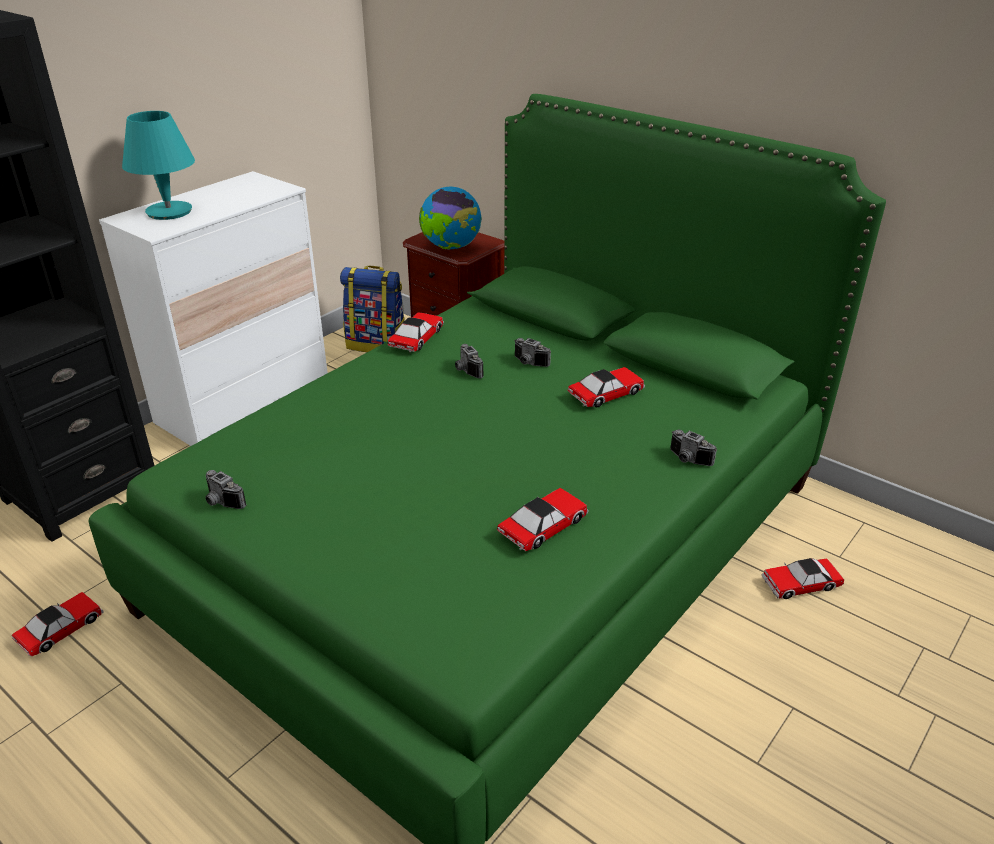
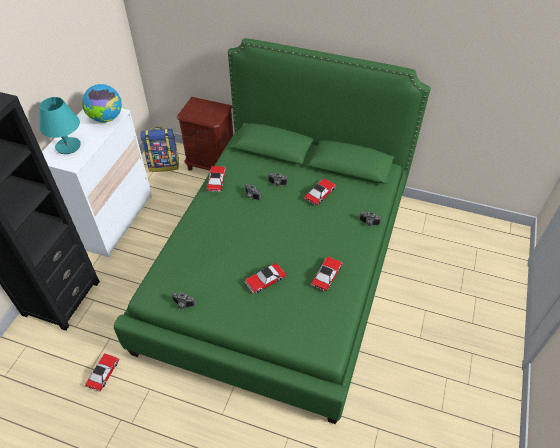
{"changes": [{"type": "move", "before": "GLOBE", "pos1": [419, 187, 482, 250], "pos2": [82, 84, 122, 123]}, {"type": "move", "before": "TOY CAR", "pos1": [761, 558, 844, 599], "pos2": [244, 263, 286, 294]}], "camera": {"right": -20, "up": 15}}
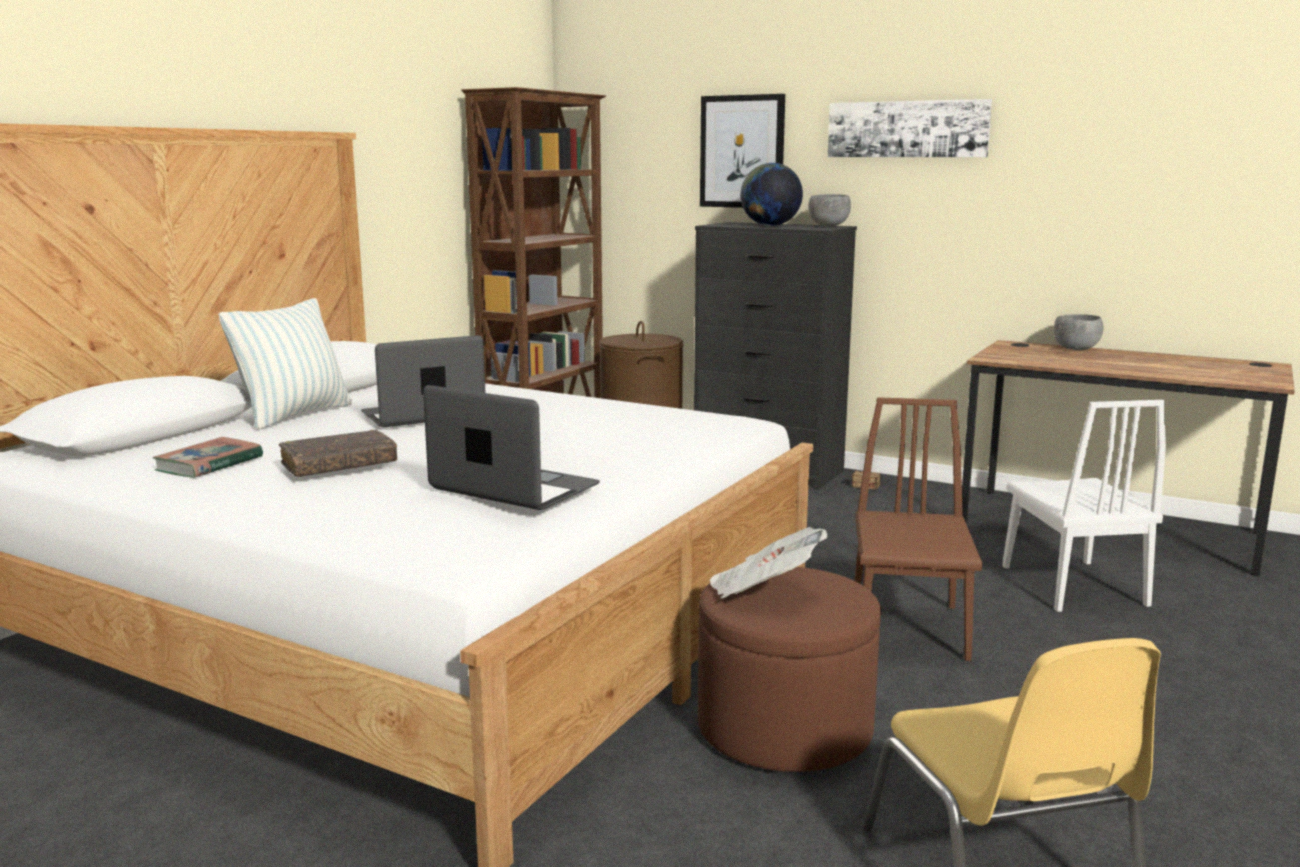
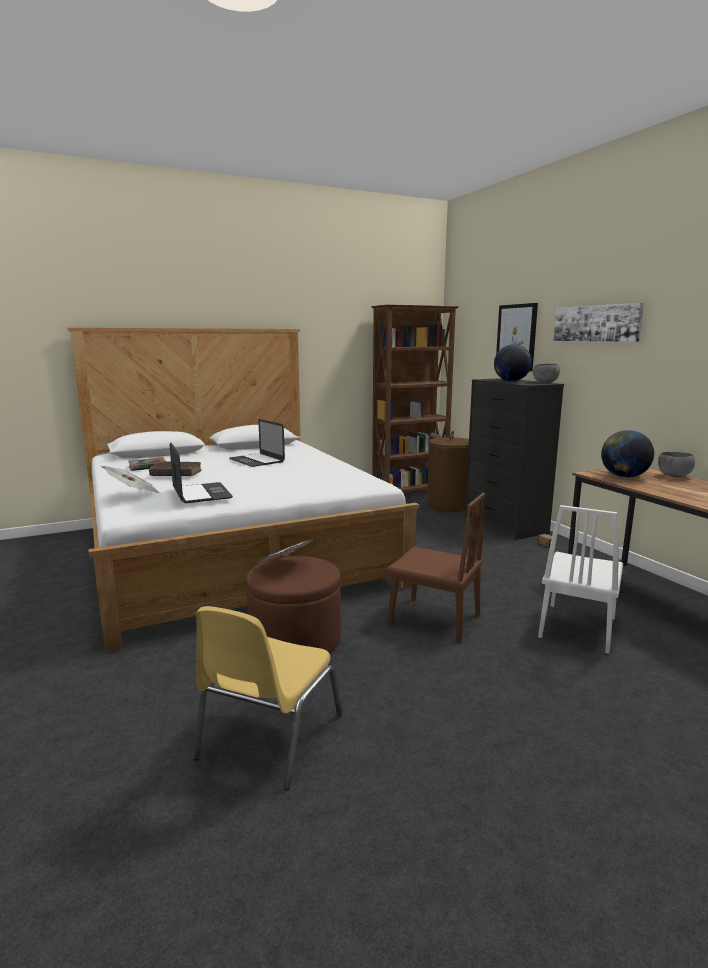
{"changes": [{"type": "delete", "before": "PILLOW", "pos1": [219, 298, 352, 430]}, {"type": "rotate", "before": "LAPTOP", "pos1": [361, 335, 485, 427], "pos2": [229, 419, 285, 467], "turn": -135}, {"type": "rotate", "before": "BROWN CHAIR", "pos1": [855, 397, 982, 661], "pos2": [387, 493, 485, 642], "turn": 75}, {"type": "insert", "after": "NEWSPAPER", "pos2": [100, 466, 160, 493]}, {"type": "insert", "after": "GLOBE", "pos2": [601, 430, 654, 478]}], "camera": {"right": 35, "up": 0}}
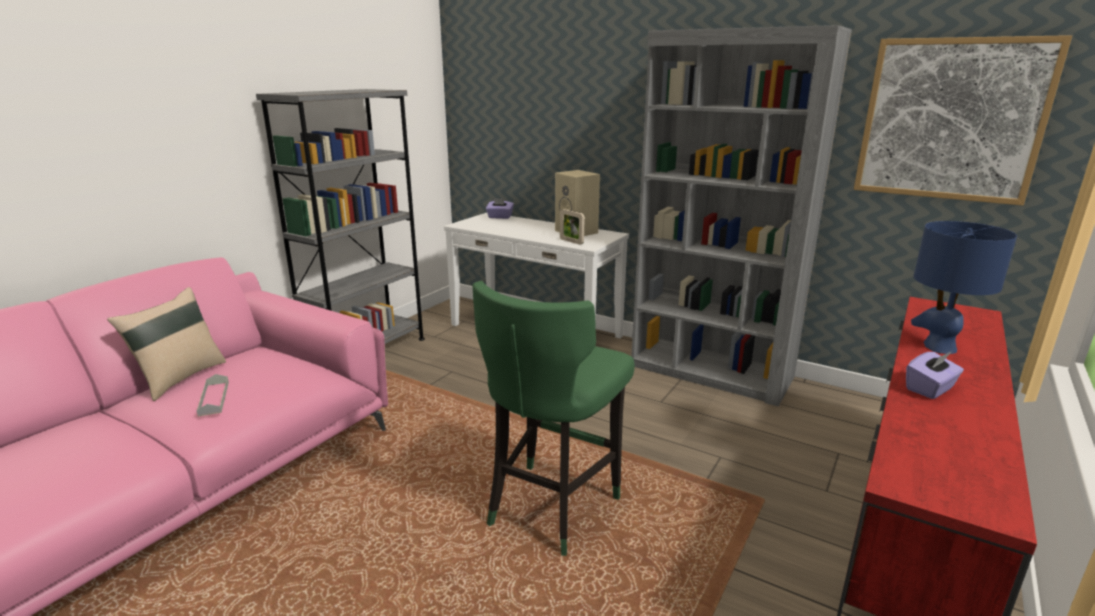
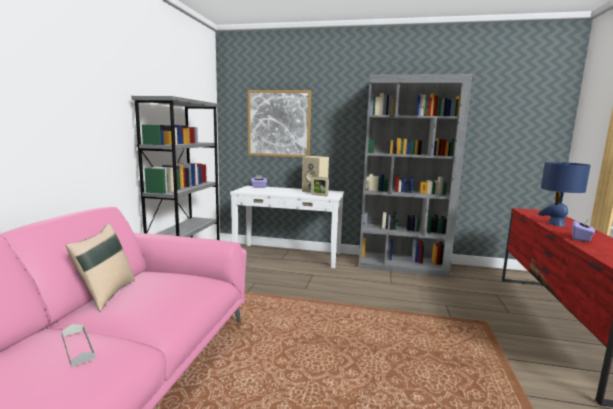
{"changes": [{"type": "move", "before": "GREY TRAY", "pos1": [196, 374, 229, 416], "pos2": [62, 324, 96, 367]}, {"type": "delete", "before": "GREEN STOOL", "pos1": [472, 281, 635, 556]}, {"type": "move", "before": "PICTURE", "pos1": [854, 35, 1072, 206], "pos2": [248, 90, 311, 157]}], "camera": {"right": -20, "up": -10}}
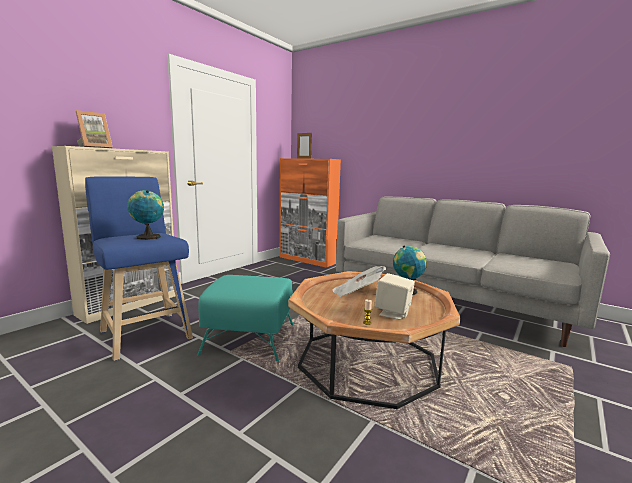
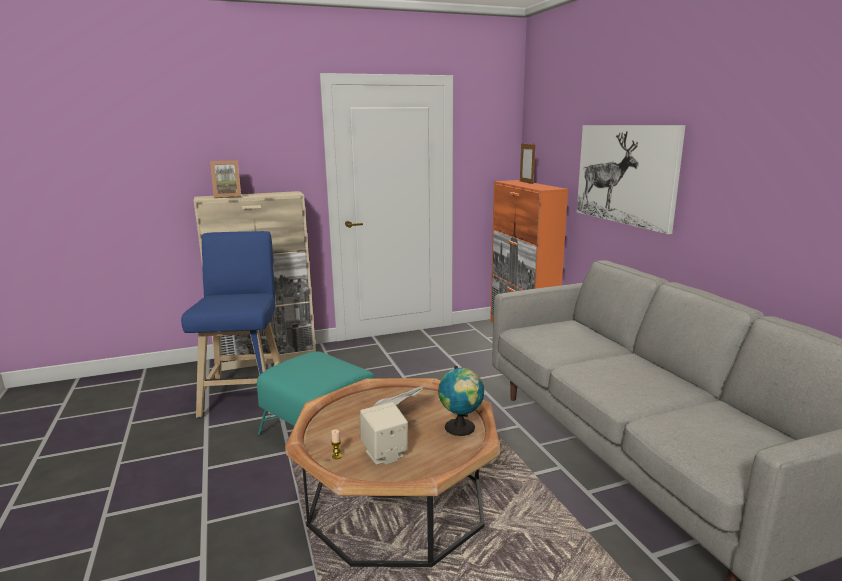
{"changes": [{"type": "delete", "before": "GLOBE", "pos1": [127, 190, 164, 240]}, {"type": "insert", "after": "PICTURE", "pos2": [577, 125, 686, 234]}], "camera": {"right": 35, "up": 5}}
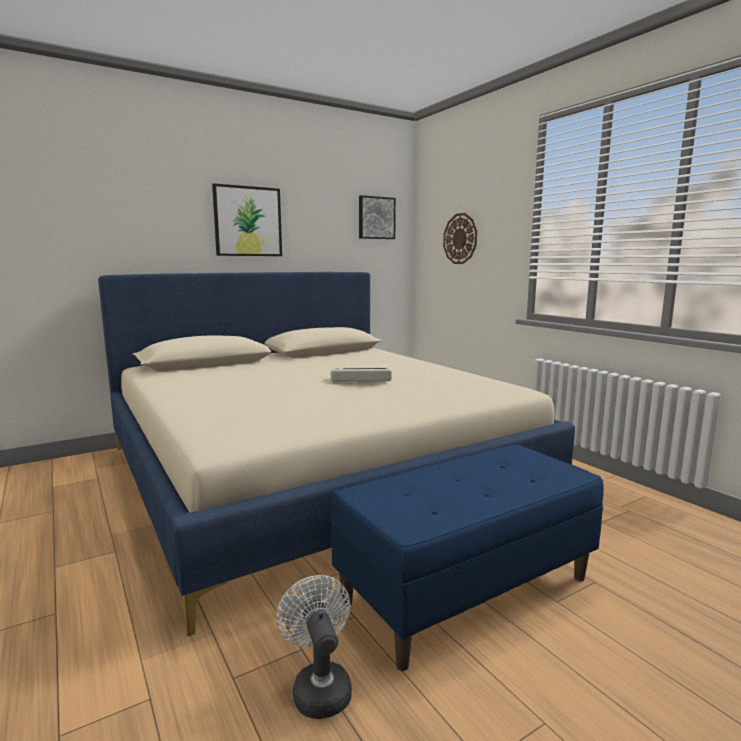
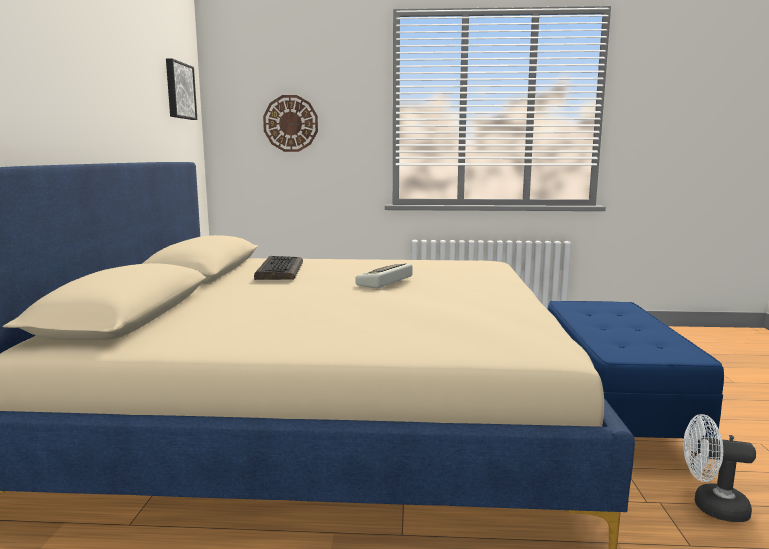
{"changes": [{"type": "delete", "before": "PICTURE", "pos1": [212, 183, 282, 256]}, {"type": "insert", "after": "KEYBOARD", "pos2": [254, 256, 303, 280]}], "camera": {"right": -55, "up": 0}}
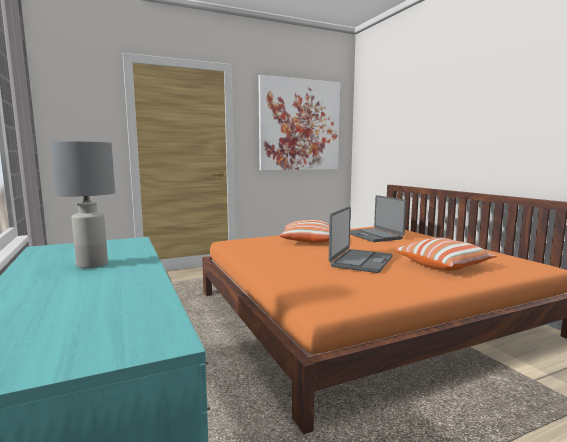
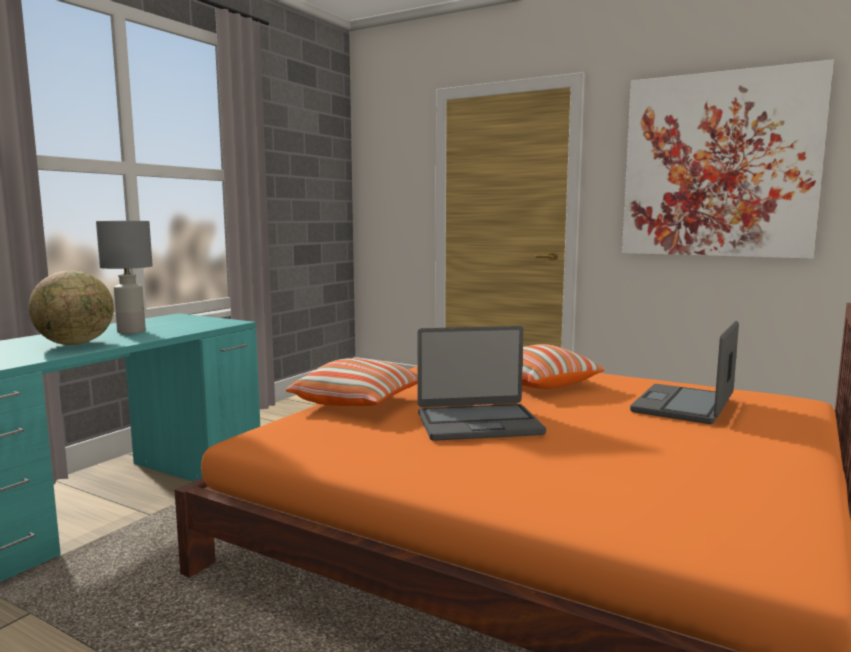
{"changes": [{"type": "move", "before": "PILLOW", "pos1": [395, 238, 497, 271], "pos2": [286, 358, 418, 406]}, {"type": "insert", "after": "GLOBE", "pos2": [28, 270, 114, 345]}], "camera": {"right": 55, "up": 0}}
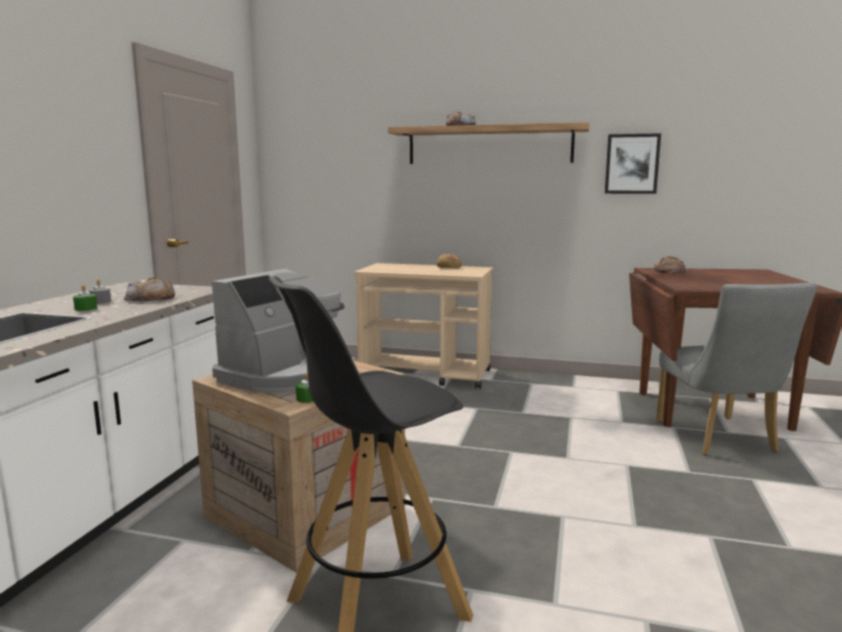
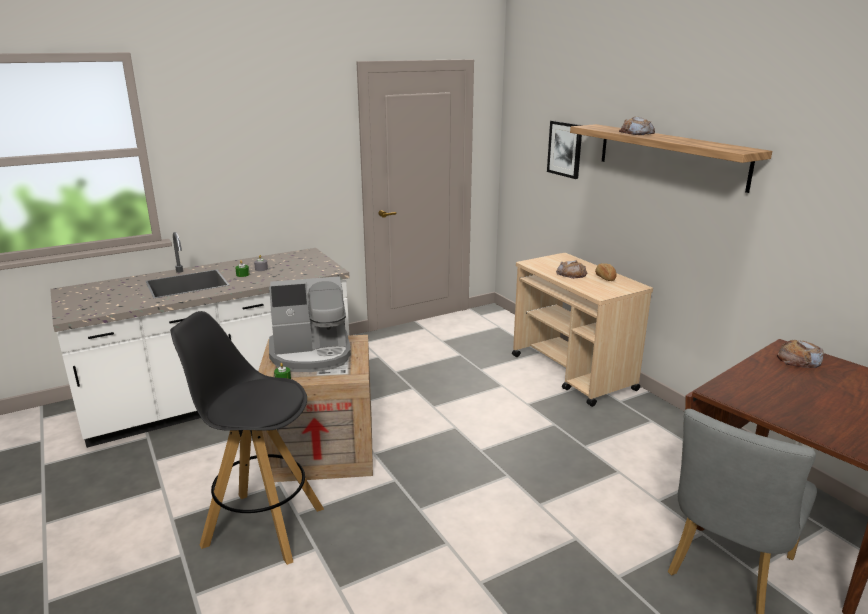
{"changes": [{"type": "move", "before": "BREAD", "pos1": [124, 276, 175, 301], "pos2": [556, 260, 587, 279]}, {"type": "move", "before": "PICTURE", "pos1": [605, 133, 661, 194], "pos2": [547, 121, 582, 179]}], "camera": {"right": 45, "up": 10}}
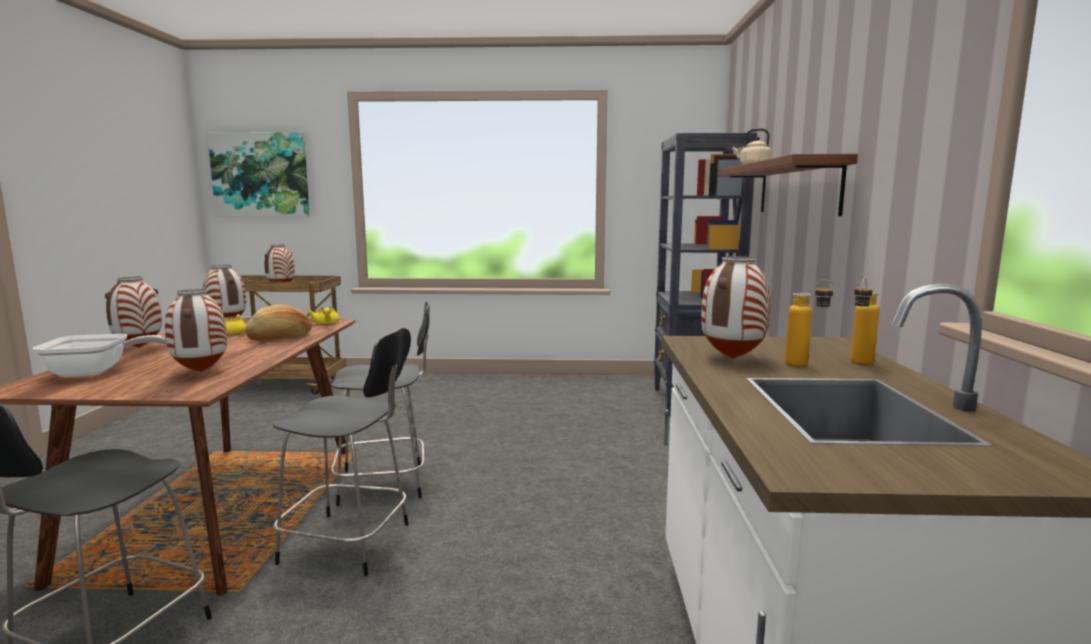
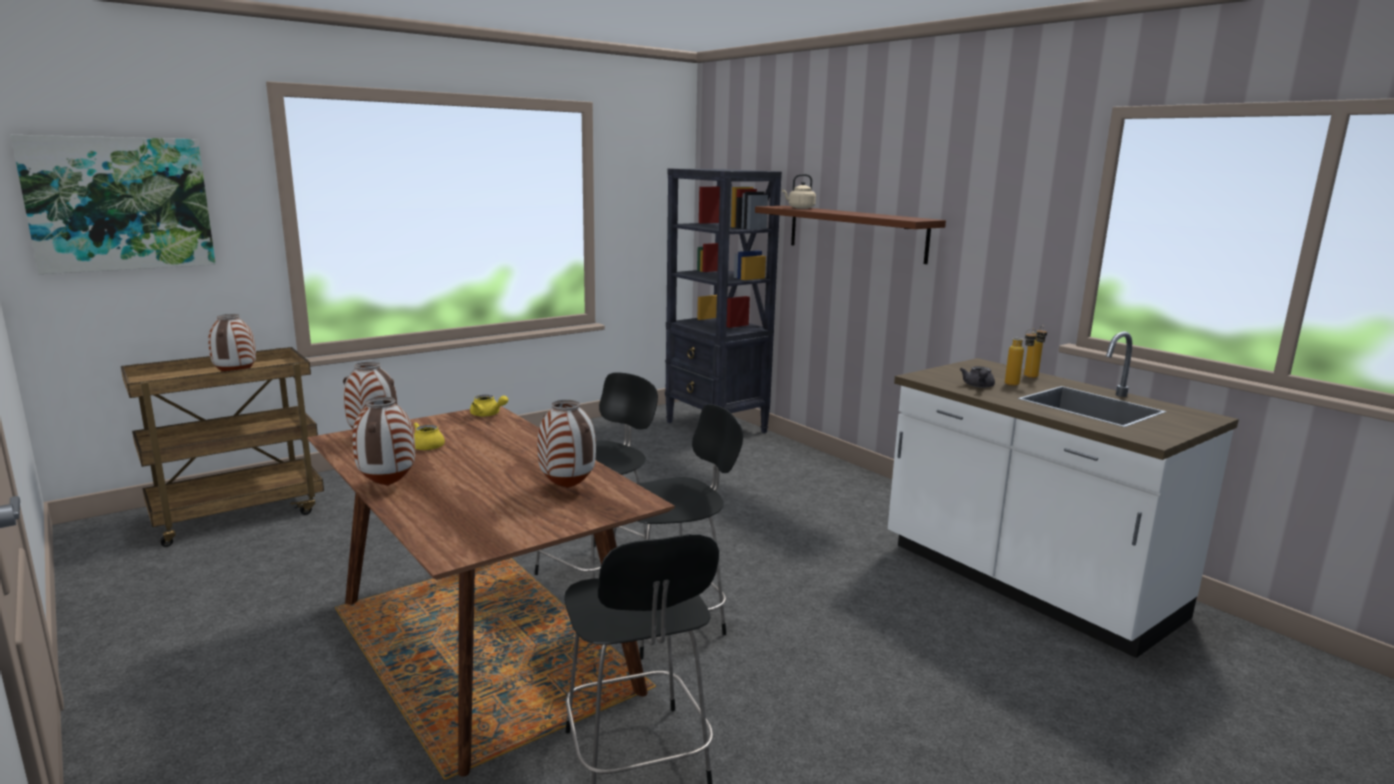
{"changes": [{"type": "delete", "before": "FRYING PAN", "pos1": [32, 334, 167, 377]}, {"type": "delete", "before": "BREAD", "pos1": [246, 305, 312, 341]}, {"type": "replace", "before": "VASE", "after": "GREY TEAPOT", "pos1": [701, 256, 771, 359], "pos2": [960, 366, 995, 388]}], "camera": {"right": -40, "up": 5}}
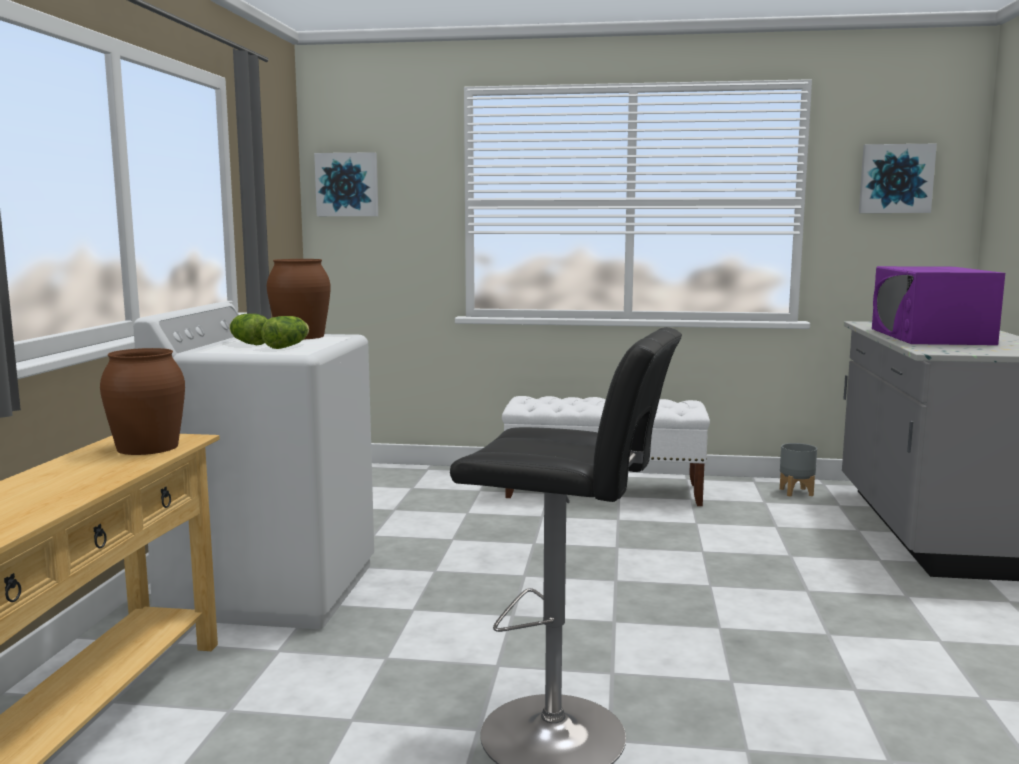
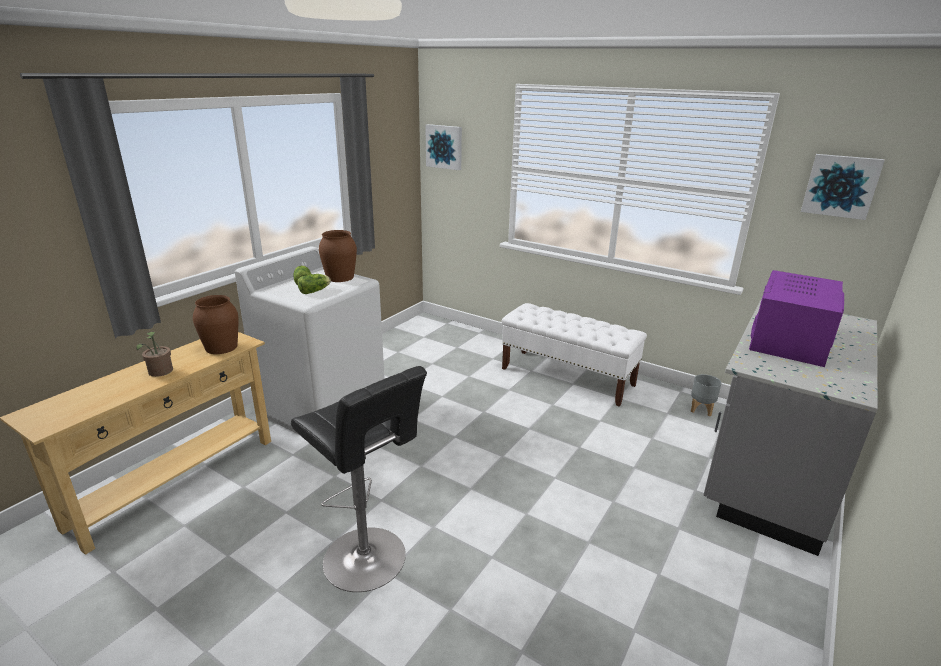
{"changes": [{"type": "insert", "after": "POTTED PLANT", "pos2": [136, 332, 173, 377]}], "camera": {"right": 25, "up": 15}}
